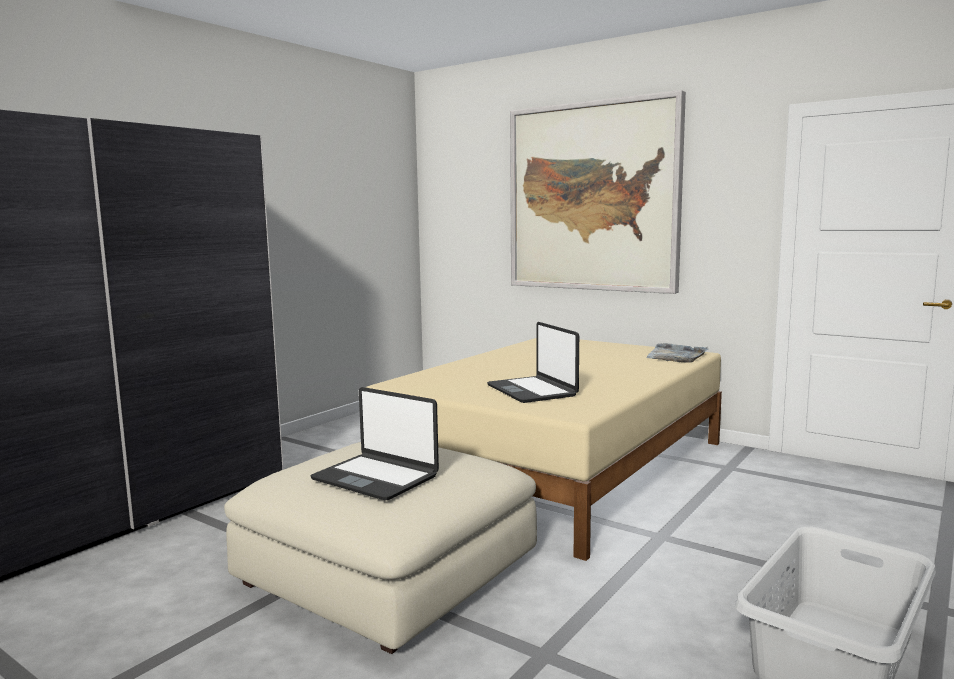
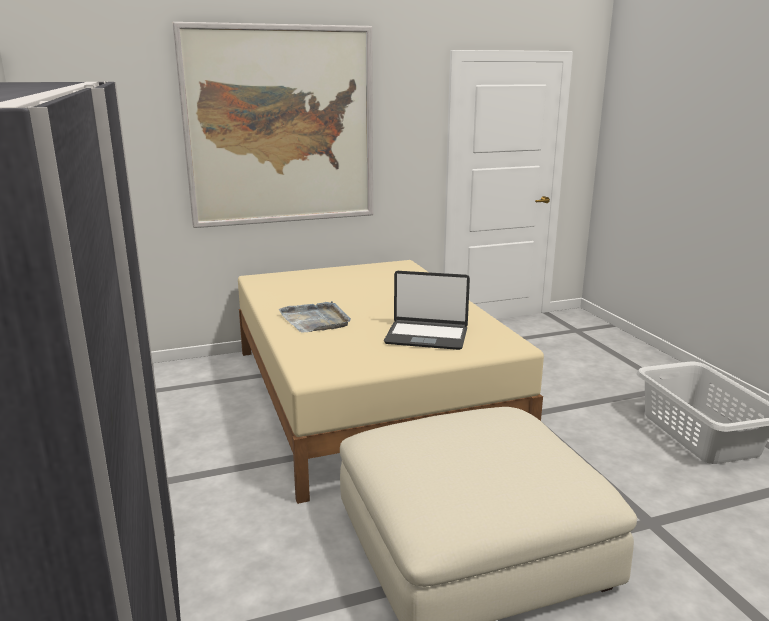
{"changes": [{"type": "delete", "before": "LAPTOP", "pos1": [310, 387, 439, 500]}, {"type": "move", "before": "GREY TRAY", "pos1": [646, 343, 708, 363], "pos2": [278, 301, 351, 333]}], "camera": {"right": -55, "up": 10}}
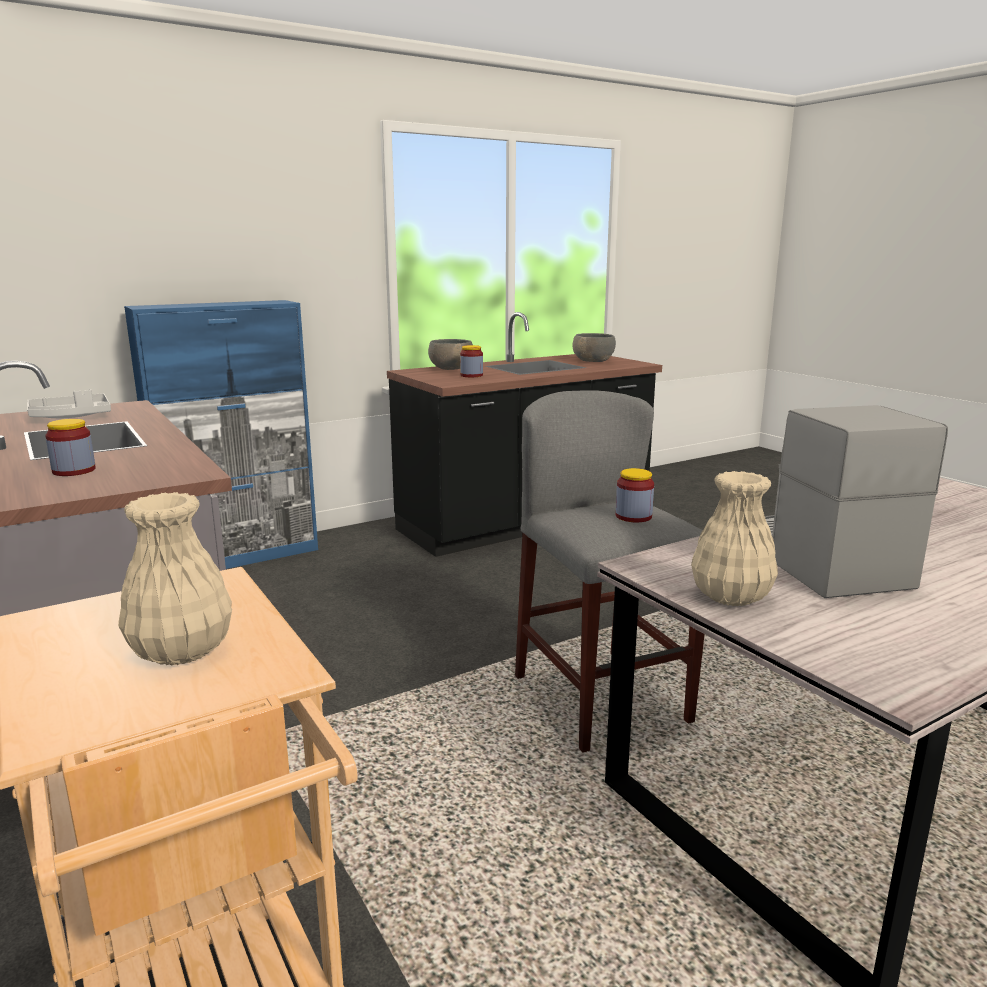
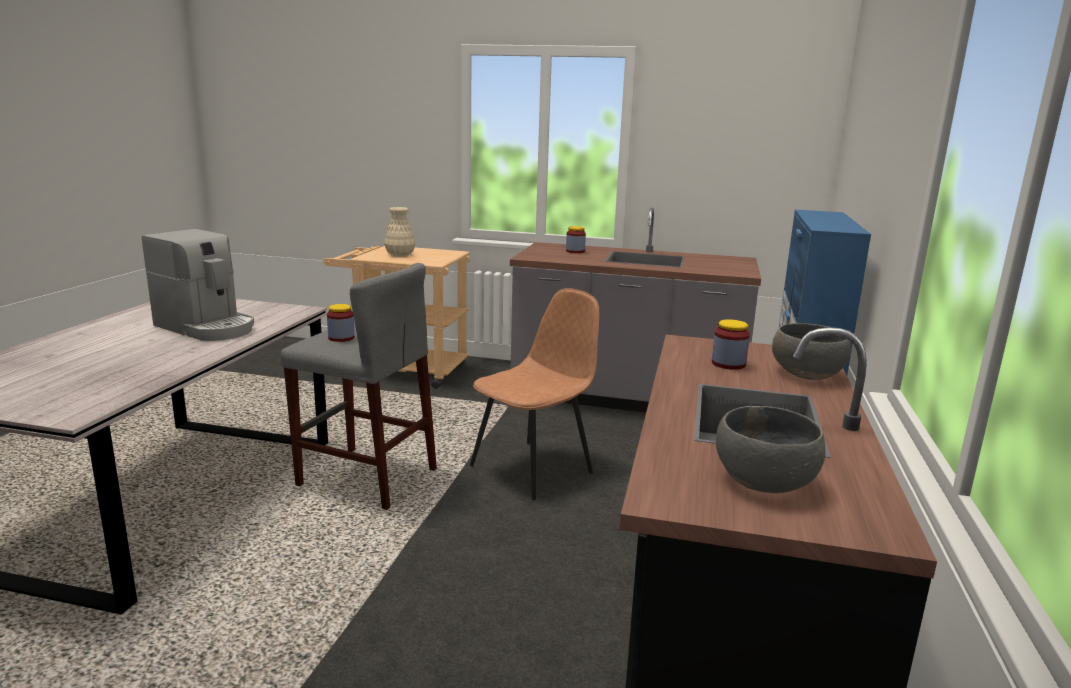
{"changes": [{"type": "delete", "before": "GREY TRAY", "pos1": [27, 390, 111, 418]}, {"type": "delete", "before": "BEIGE VASE", "pos1": [691, 471, 778, 606]}, {"type": "insert", "after": "BROWN CHAIR", "pos2": [470, 288, 599, 500]}], "camera": {"right": 135, "up": 0}}
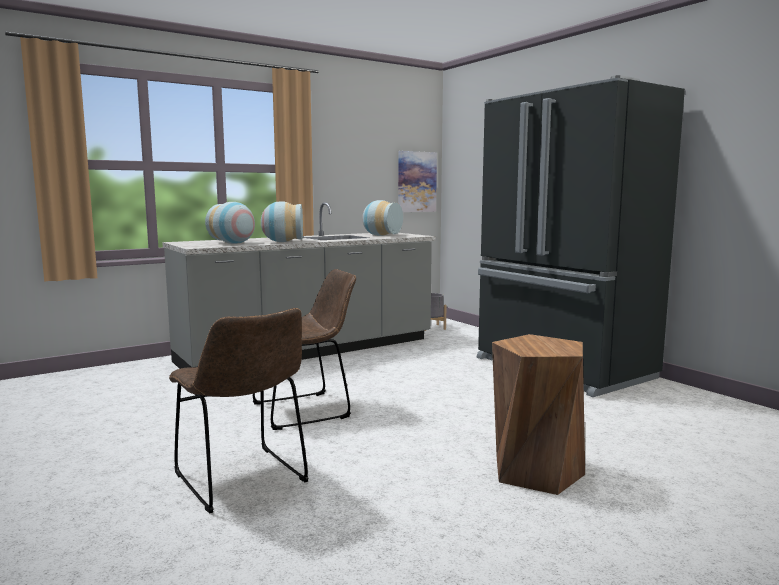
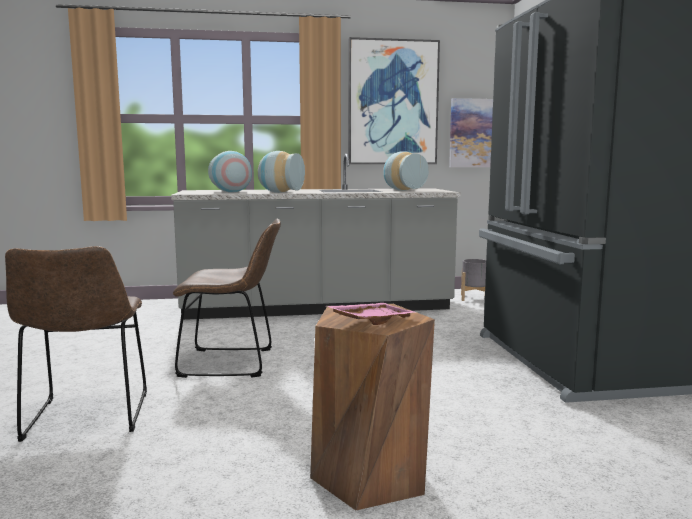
{"changes": [{"type": "insert", "after": "PINK TRAY", "pos2": [327, 303, 417, 325]}, {"type": "insert", "after": "PICTURE", "pos2": [348, 37, 440, 164]}], "camera": {"right": 25, "up": 0}}
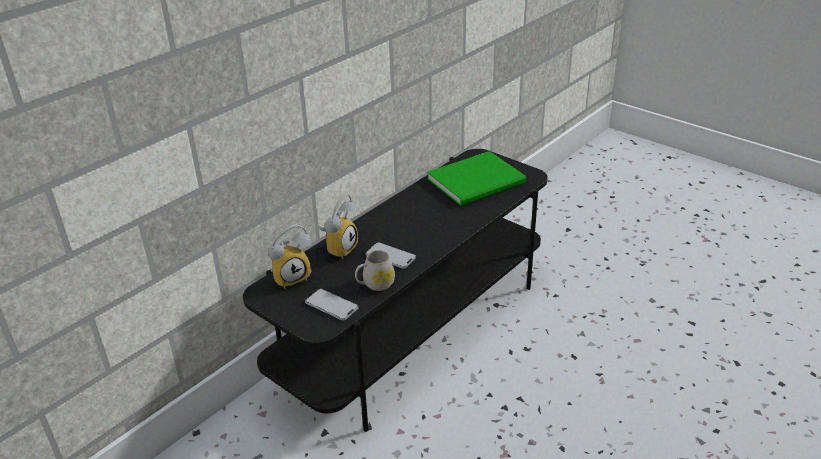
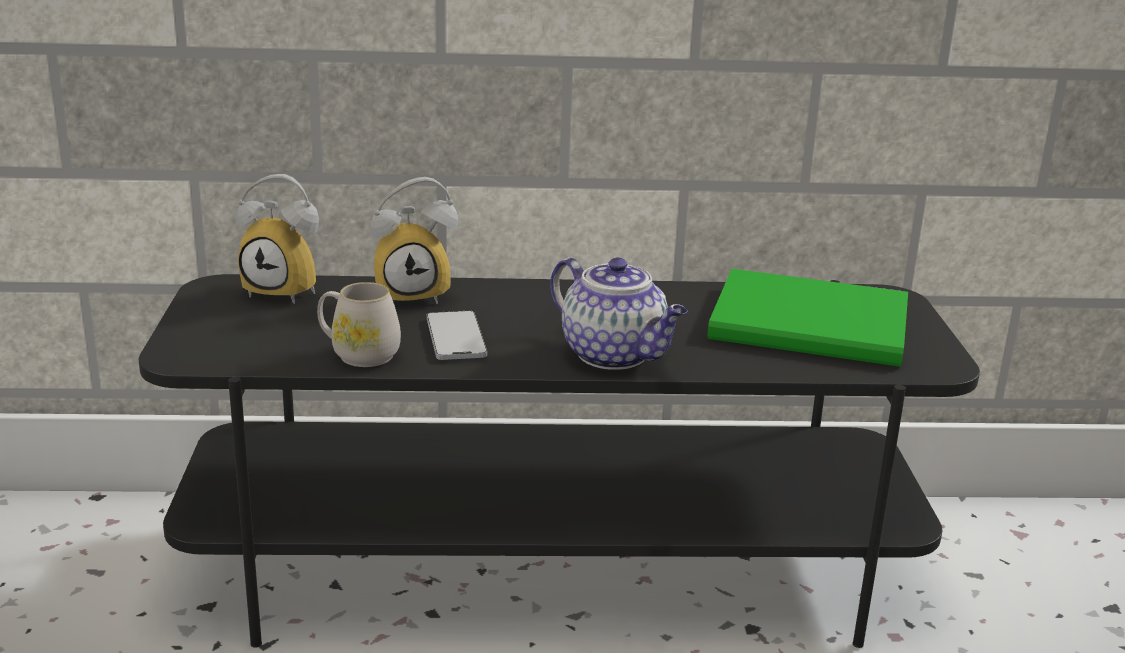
{"changes": [{"type": "delete", "before": "PHONE", "pos1": [305, 289, 358, 321]}, {"type": "insert", "after": "TEAPOT", "pos2": [550, 257, 687, 370]}], "camera": {"right": 45, "up": -10}}
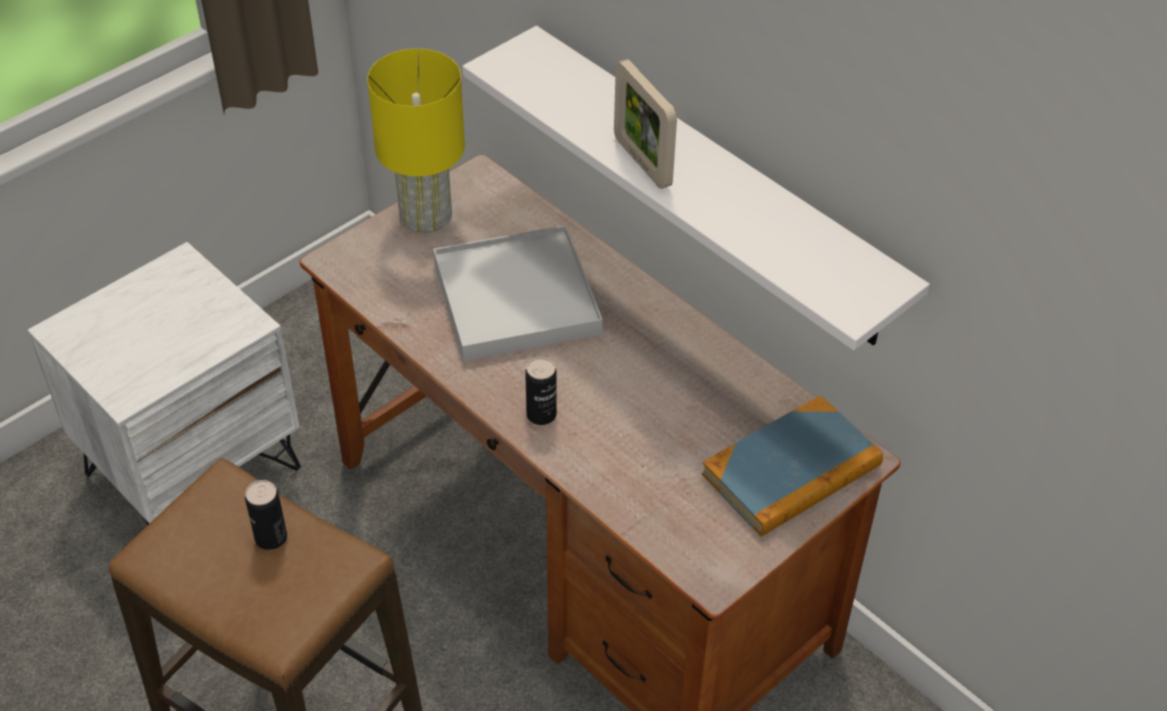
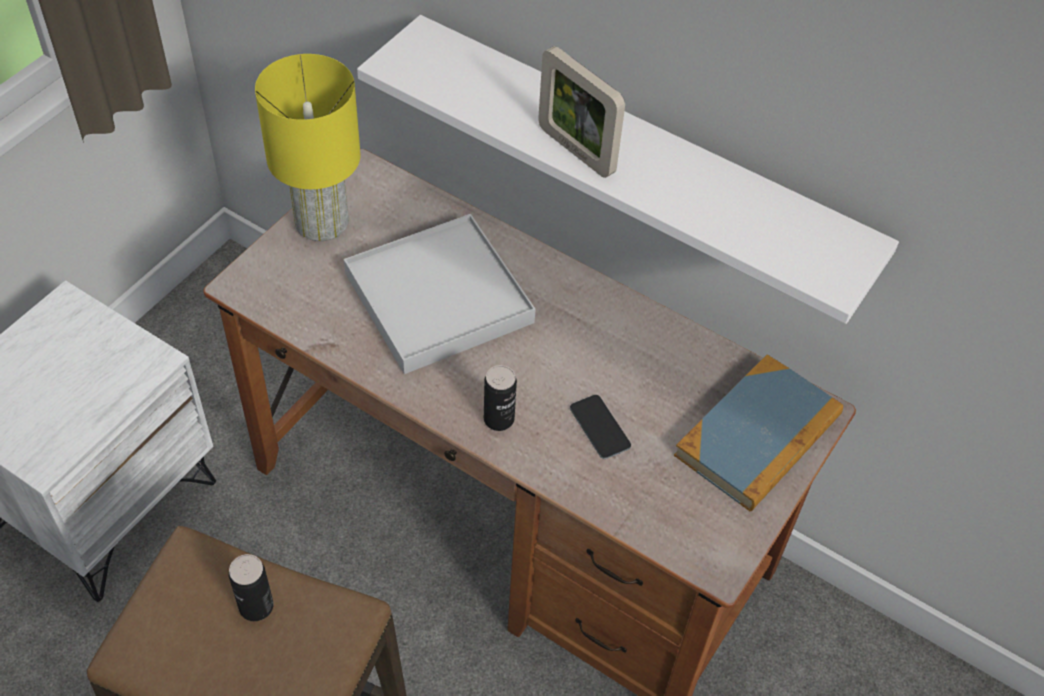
{"changes": [{"type": "insert", "after": "PHONE", "pos2": [570, 395, 631, 459]}], "camera": {"right": -15, "up": 5}}
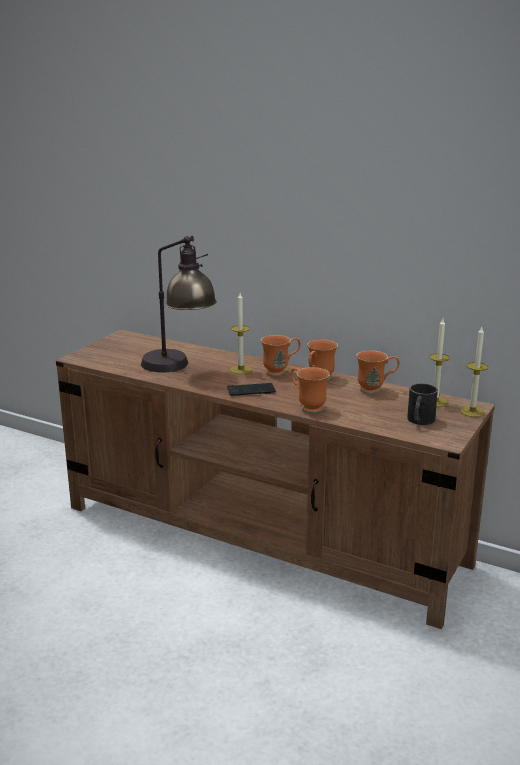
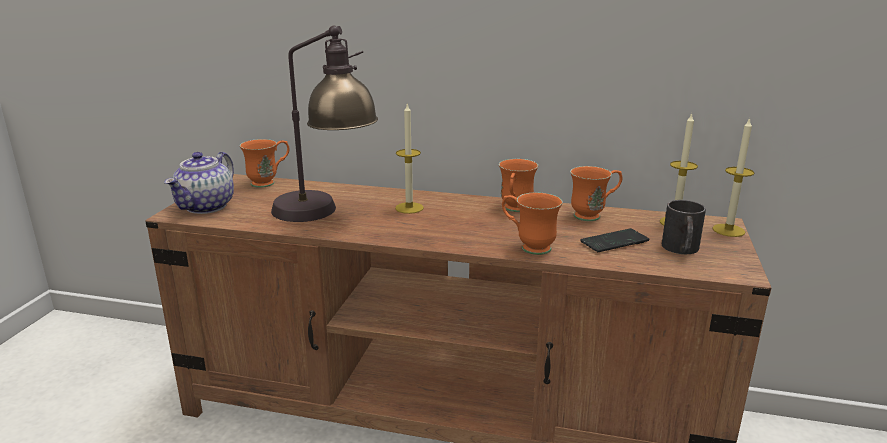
{"changes": [{"type": "move", "before": "PHONE", "pos1": [227, 383, 276, 396], "pos2": [580, 228, 649, 252]}, {"type": "move", "before": "ORANGE MUG", "pos1": [261, 335, 301, 376], "pos2": [240, 139, 289, 188]}, {"type": "insert", "after": "TEAPOT", "pos2": [164, 152, 234, 214]}], "camera": {"right": -15, "up": 0}}
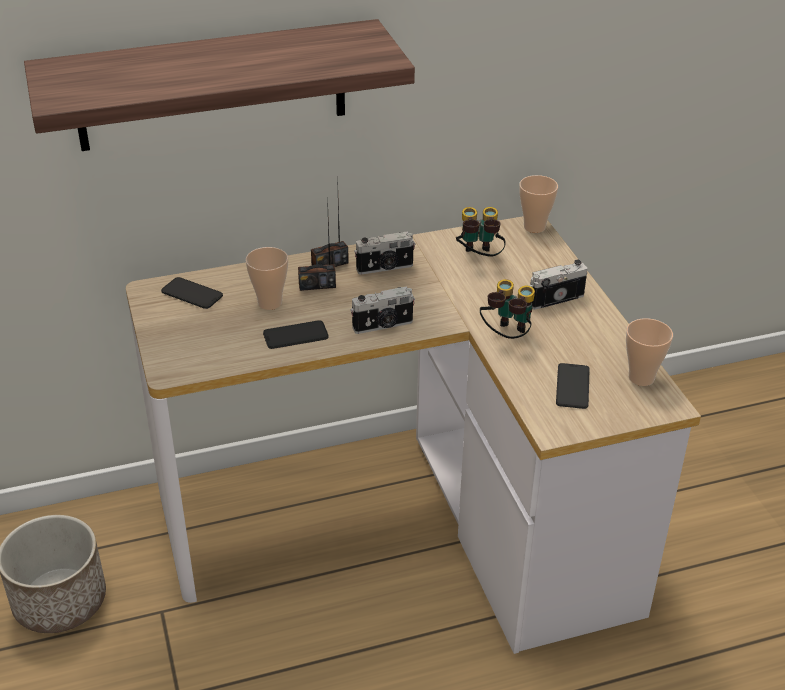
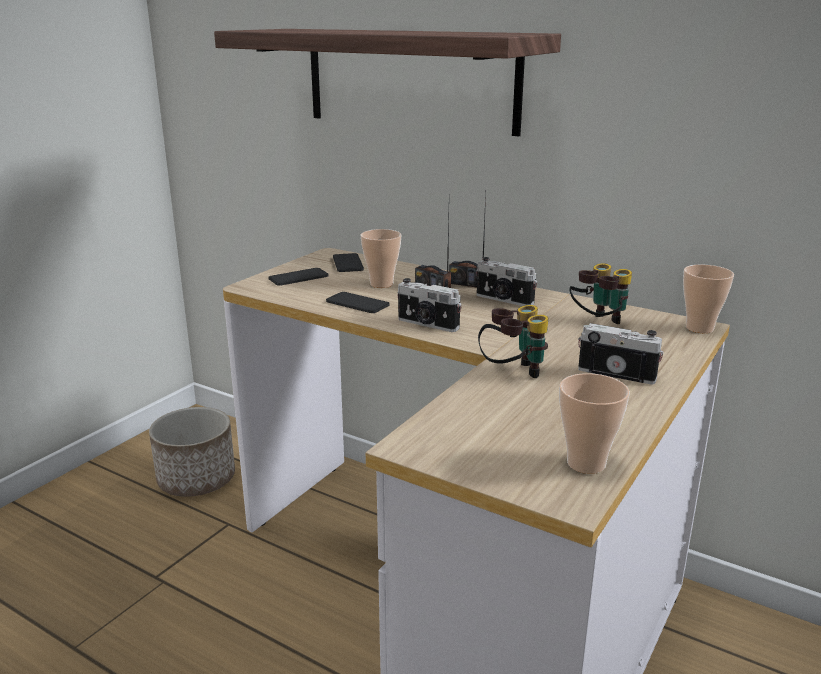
{"changes": [{"type": "move", "before": "PHONE", "pos1": [556, 363, 590, 409], "pos2": [268, 268, 329, 286]}], "camera": {"right": 50, "up": -15}}
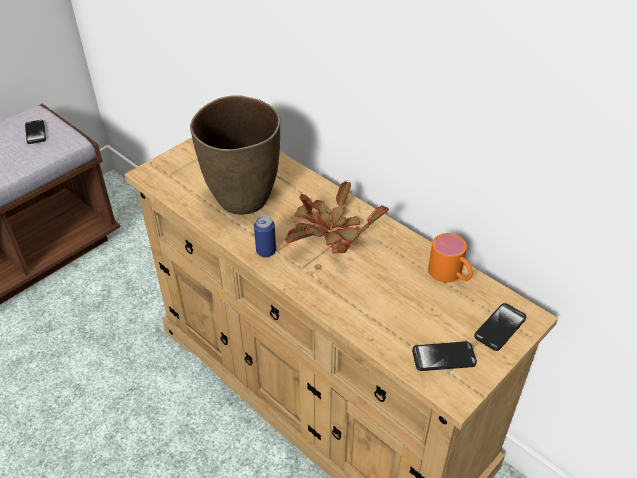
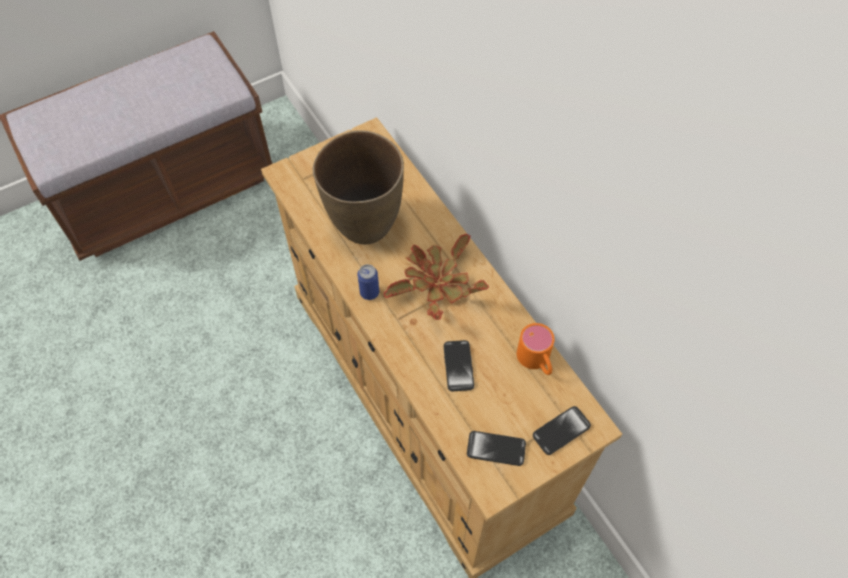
{"changes": [{"type": "move", "before": "PHONE", "pos1": [25, 120, 46, 144], "pos2": [444, 340, 474, 392]}], "camera": {"right": 15, "up": 15}}
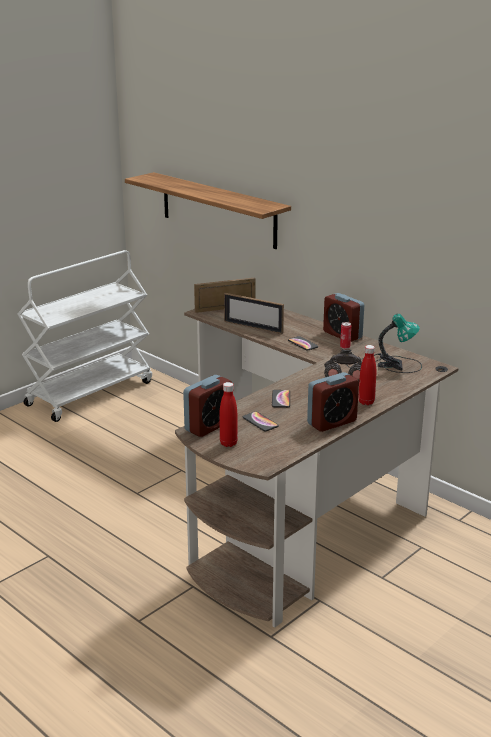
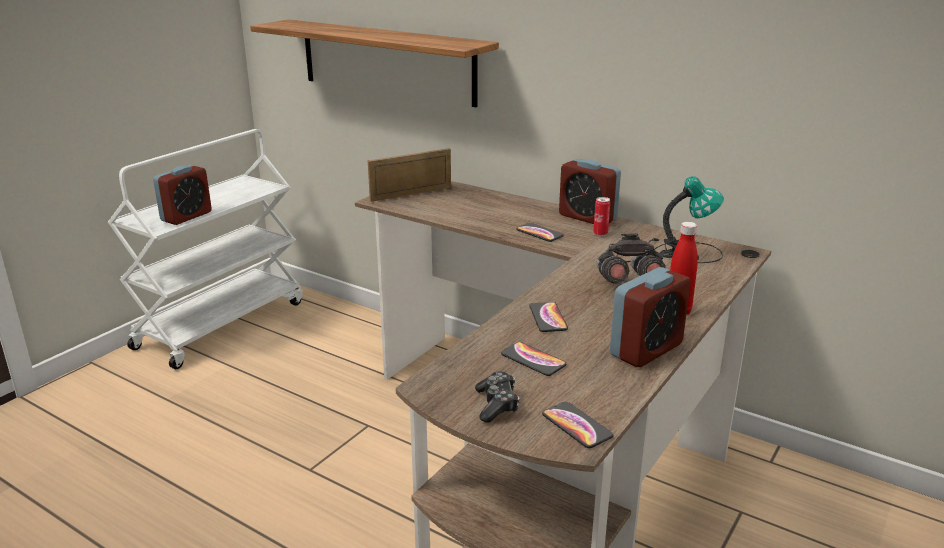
{"changes": [{"type": "move", "before": "ALARM CLOCK", "pos1": [183, 375, 232, 437], "pos2": [153, 165, 212, 225]}, {"type": "replace", "before": "RED BOTTLE", "after": "GAME CONTROLLER", "pos1": [220, 382, 238, 447], "pos2": [475, 371, 519, 423]}, {"type": "delete", "before": "PICTURE FRAME", "pos1": [224, 293, 284, 334]}, {"type": "insert", "after": "PHONE", "pos2": [542, 402, 613, 448]}], "camera": {"right": -10, "up": 0}}
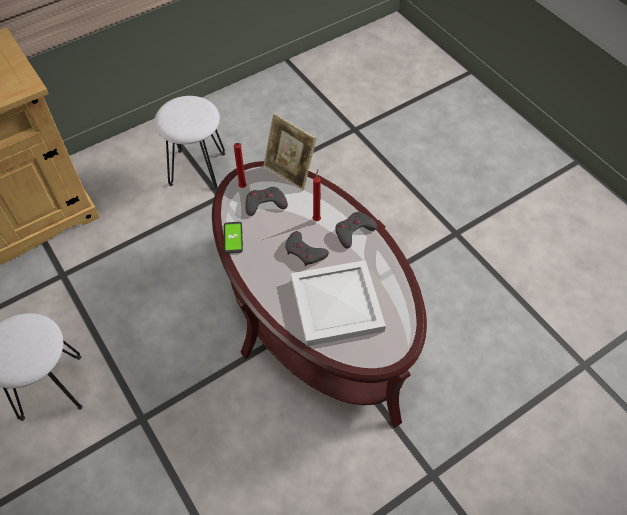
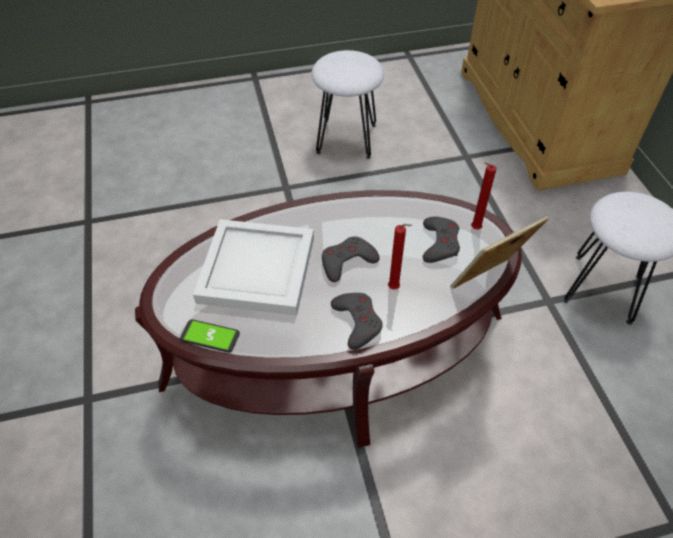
{"changes": [{"type": "move", "before": "PHONE", "pos1": [224, 222, 243, 254], "pos2": [180, 319, 240, 352]}], "camera": {"right": 110, "up": -5}}
